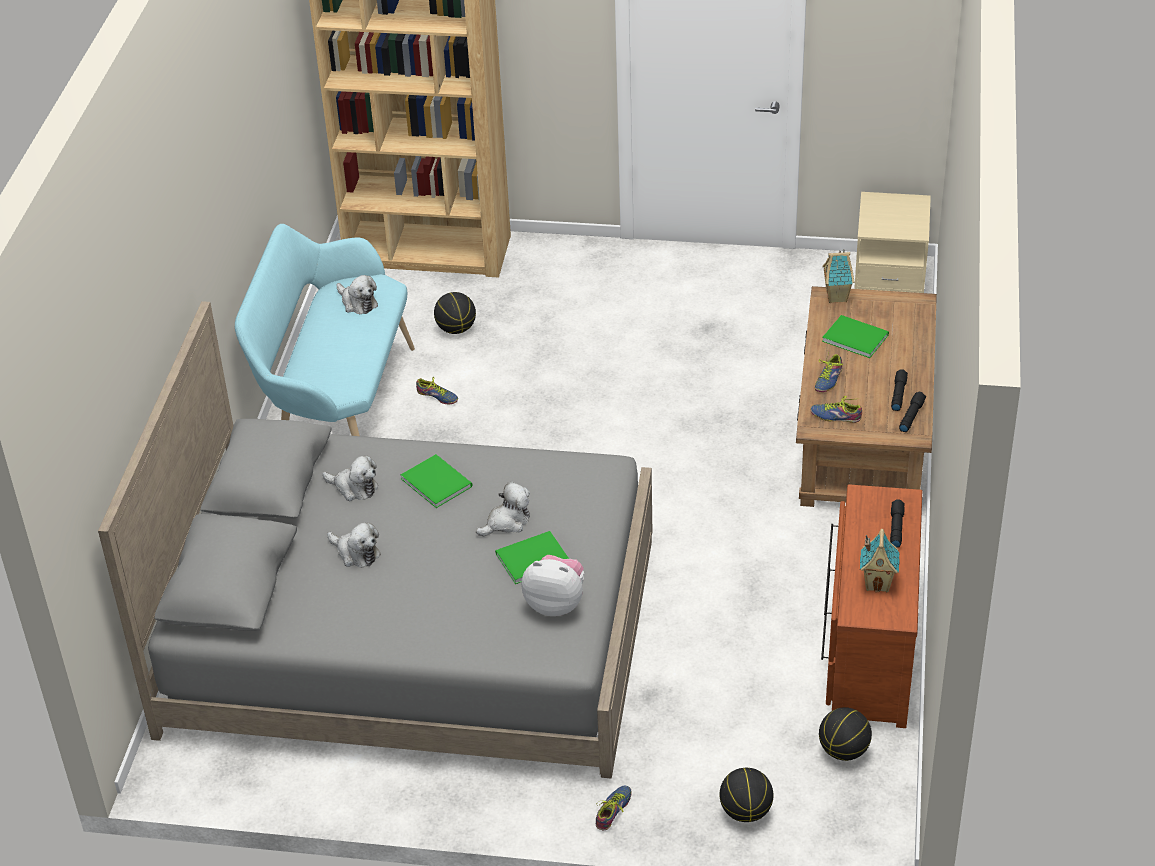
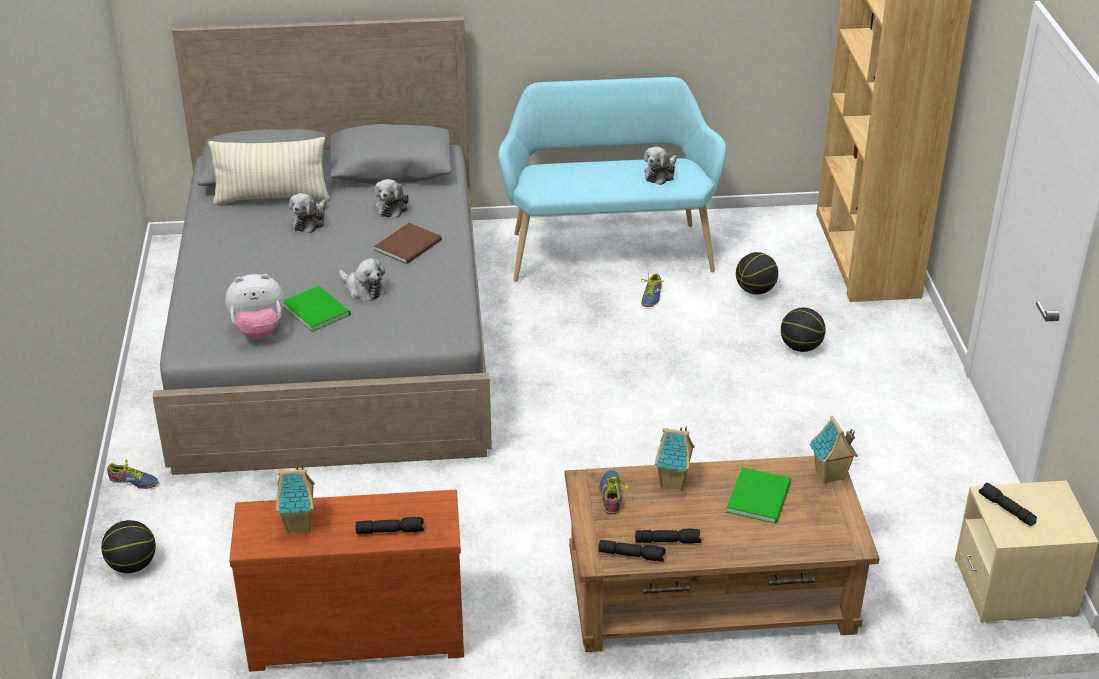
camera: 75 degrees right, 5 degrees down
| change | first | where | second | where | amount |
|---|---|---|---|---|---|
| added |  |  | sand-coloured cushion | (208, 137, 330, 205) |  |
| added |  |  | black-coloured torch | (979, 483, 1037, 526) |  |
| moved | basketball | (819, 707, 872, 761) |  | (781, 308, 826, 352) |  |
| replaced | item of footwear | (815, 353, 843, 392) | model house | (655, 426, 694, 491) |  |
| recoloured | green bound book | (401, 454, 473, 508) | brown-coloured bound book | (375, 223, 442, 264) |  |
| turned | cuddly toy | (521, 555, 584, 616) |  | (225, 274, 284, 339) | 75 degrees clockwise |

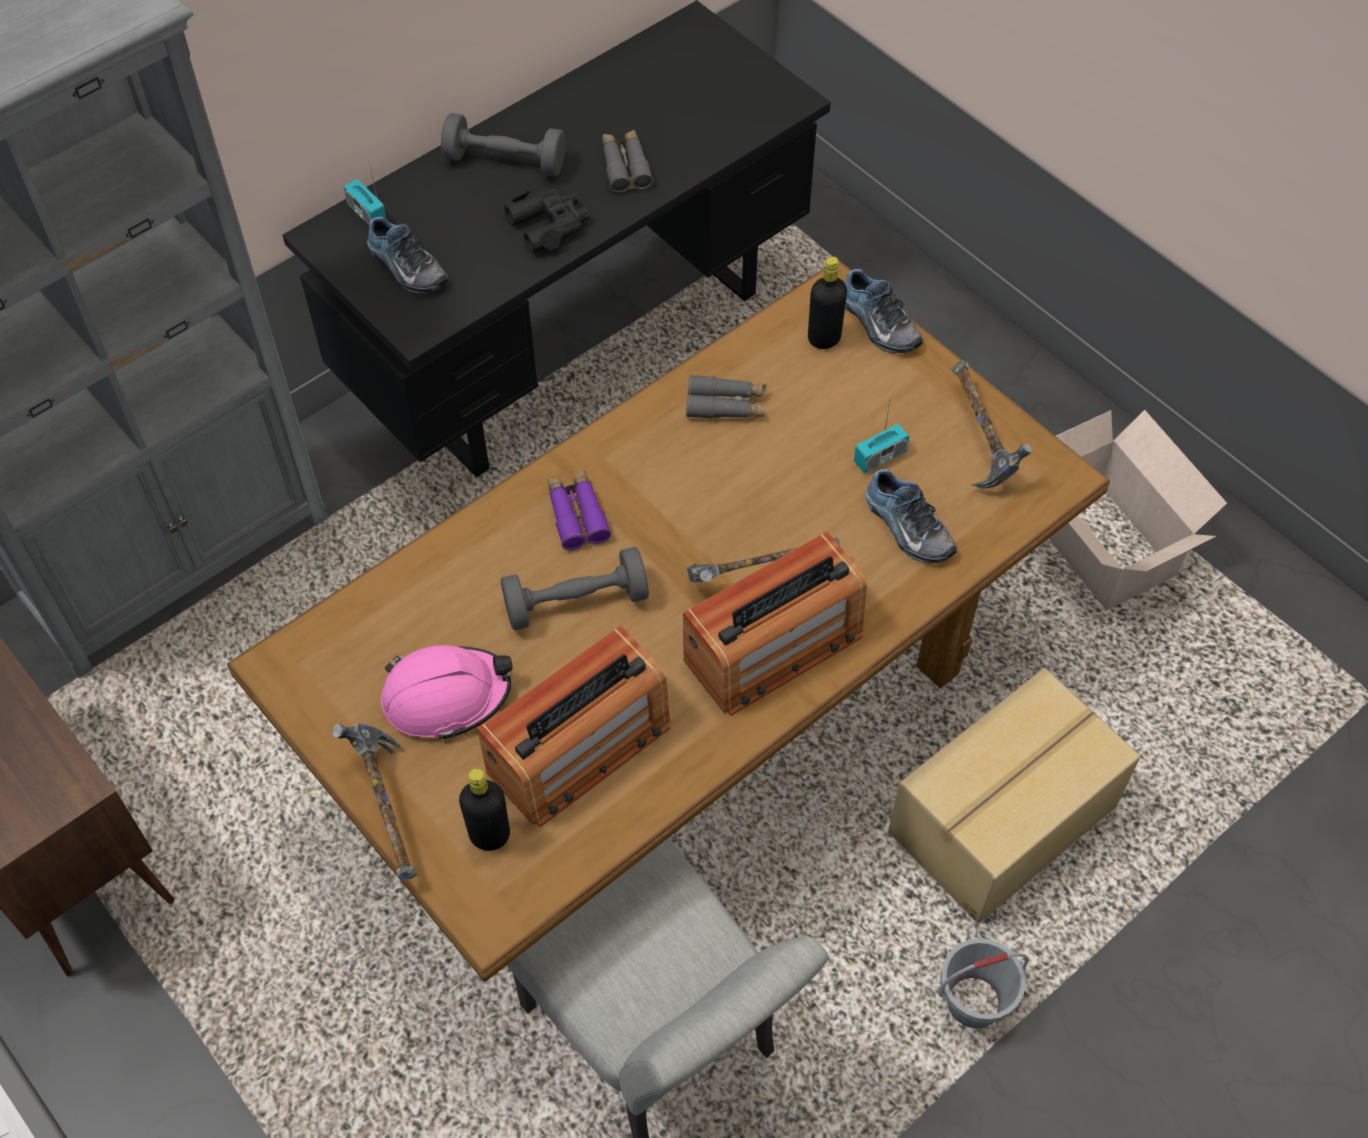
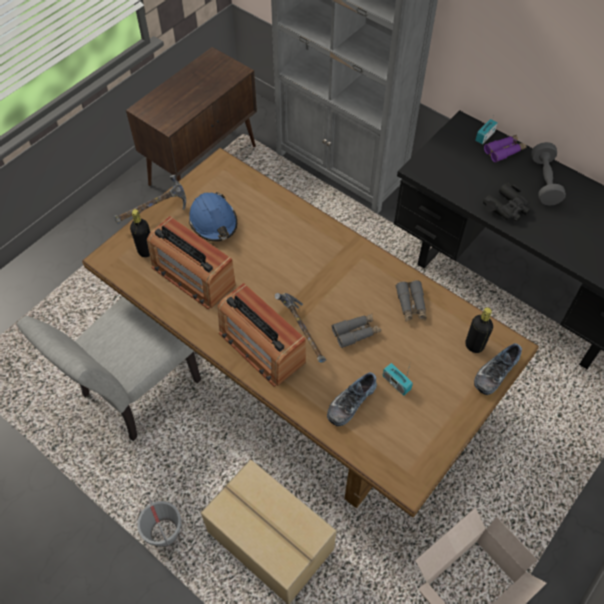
camera: 80 degrees right, 0 degrees up
| change | first | where | second | where | amount |
|---|---|---|---|---|---|
| removed | item of footwear | (367, 217, 448, 294) |  |  |  |
| removed | gray free weight | (501, 547, 649, 630) |  |  |  |
| removed | hammer | (952, 360, 1032, 488) |  |  |  |
| moved | purple-coloured field glasses | (547, 470, 611, 550) |  | (484, 135, 527, 162) |  |
| moved | gray field glasses | (602, 130, 654, 193) |  | (332, 314, 381, 348) |  |
| recoloured | pinkish work helmet | (381, 645, 513, 740) | bluish work helmet | (189, 192, 237, 242) |  |

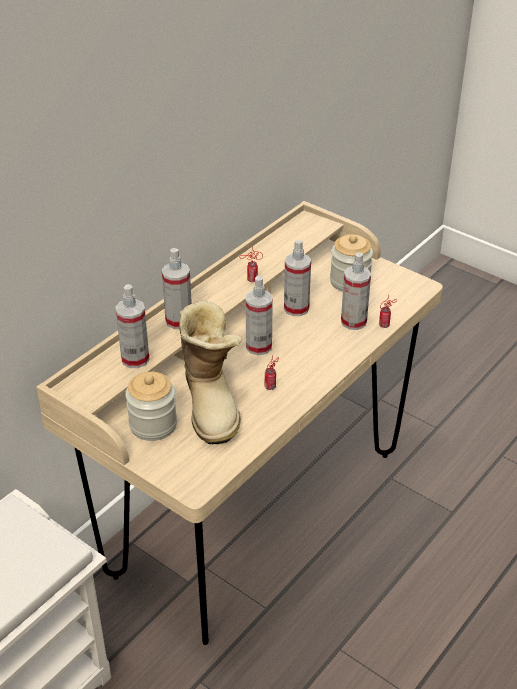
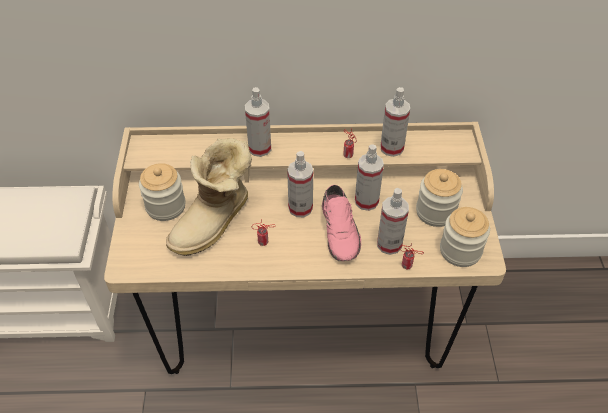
camera: 50 degrees right, 10 degrees up
| change | first | where | second | where | amount |
|---|---|---|---|---|---|
| added |  |  | pinkish item of footwear | (322, 185, 361, 261) |  |
| added |  |  | storage jar | (440, 207, 490, 267) |  |
| moved | sprayer | (115, 284, 150, 368) |  | (380, 87, 410, 157) |  |

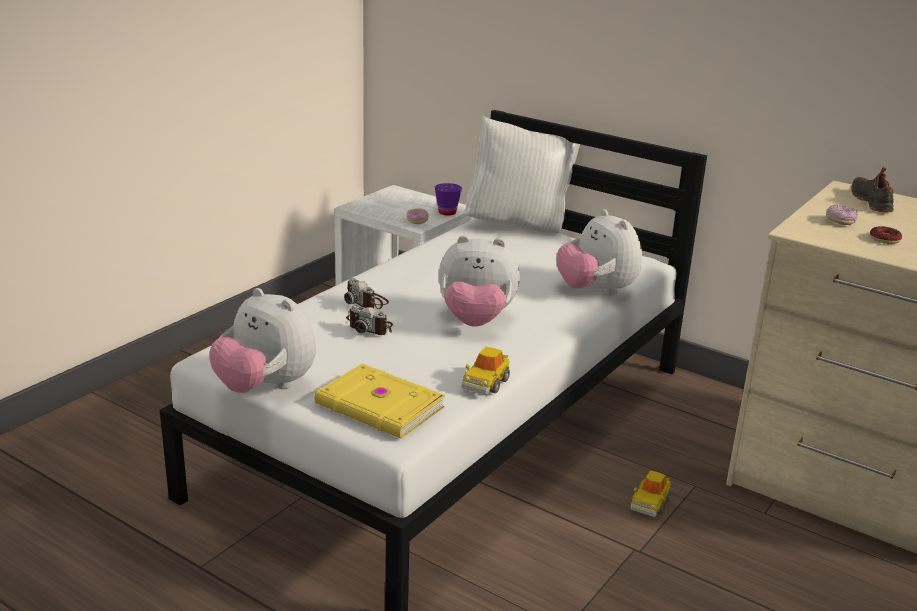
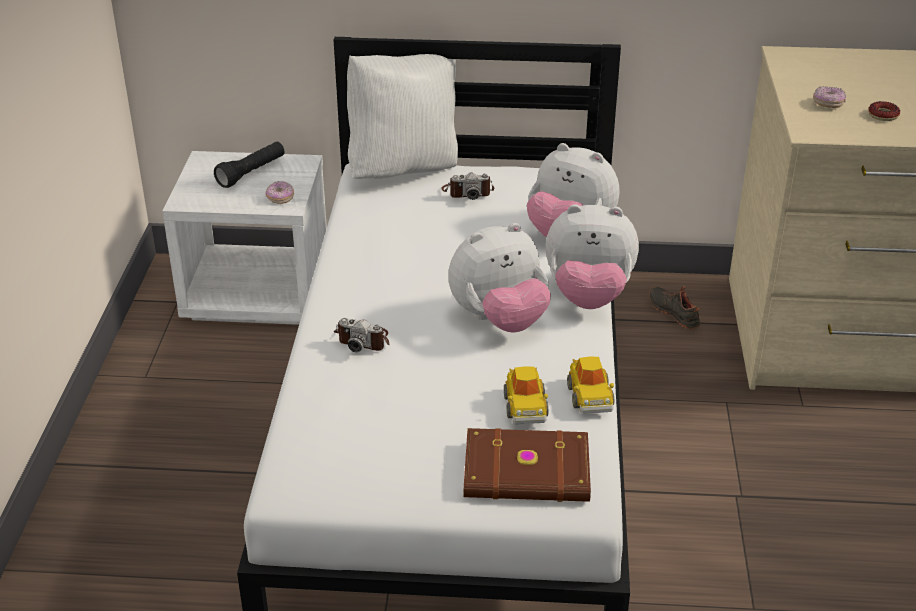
camera: 30 degrees left, 10 degrees up
| change | first | where | second | where | amount |
|---|---|---|---|---|---|
| removed | purple-coloured drinking cup | (435, 183, 462, 215) |  |  |  |
| added |  |  | black-coloured torch | (214, 142, 284, 188) |  |
| moved | cuddly toy | (209, 288, 316, 393) |  | (546, 204, 639, 309) |  |
| moved | still camera | (346, 305, 393, 335) |  | (441, 172, 494, 200) |  |
| moved | toy car | (630, 470, 671, 517) |  | (504, 366, 548, 424) |  |
| moved | black-coloured item of footwear | (851, 167, 894, 212) |  | (649, 286, 700, 329) |  |
| recoloured | yellow bound book | (314, 364, 445, 439) | brown-coloured bound book | (464, 428, 591, 502) |  |

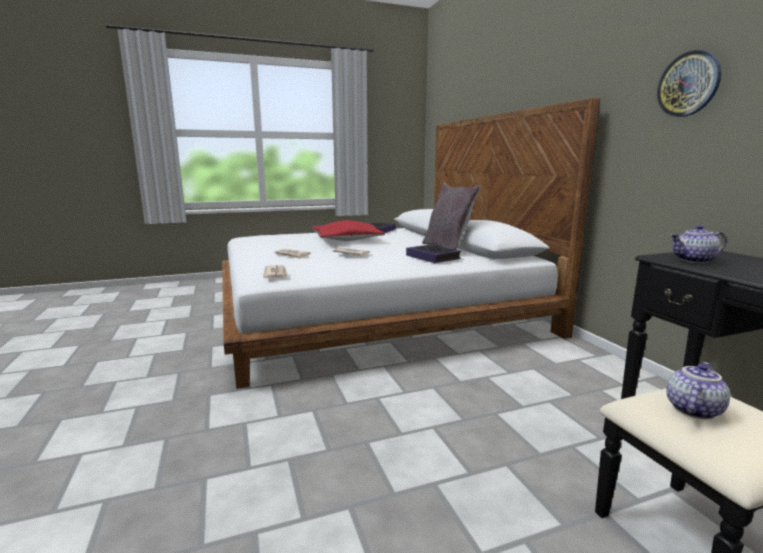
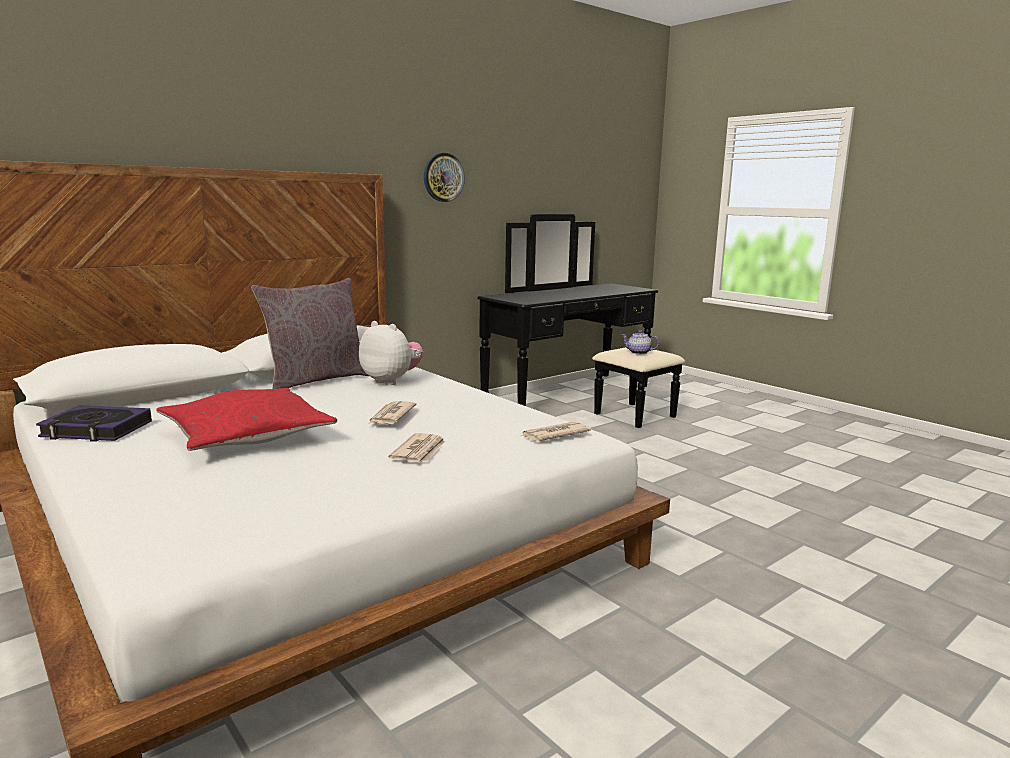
camera: 110 degrees left, 0 degrees up
| change | first | where | second | where | amount |
|---|---|---|---|---|---|
| removed | pot for tea | (670, 225, 727, 263) |  |  |  |
| replaced | bound book | (406, 244, 461, 263) | cuddly toy | (359, 321, 423, 385) |  |

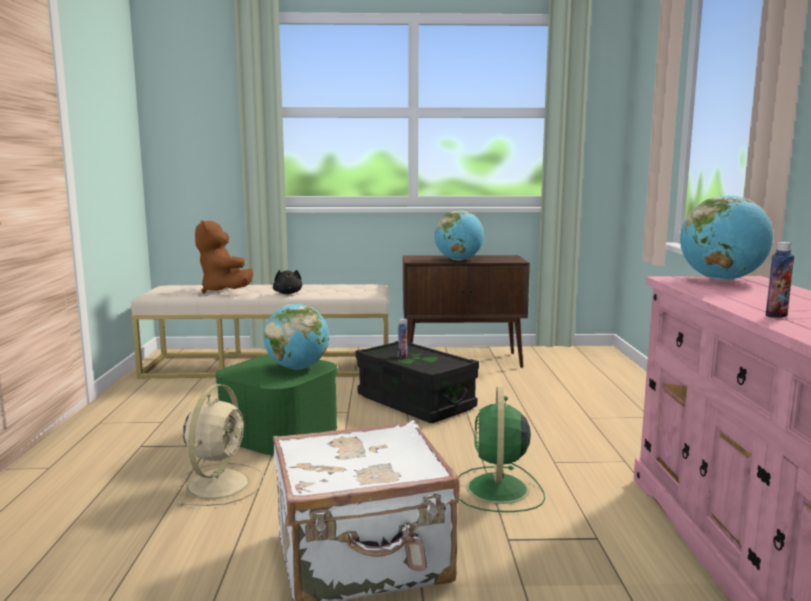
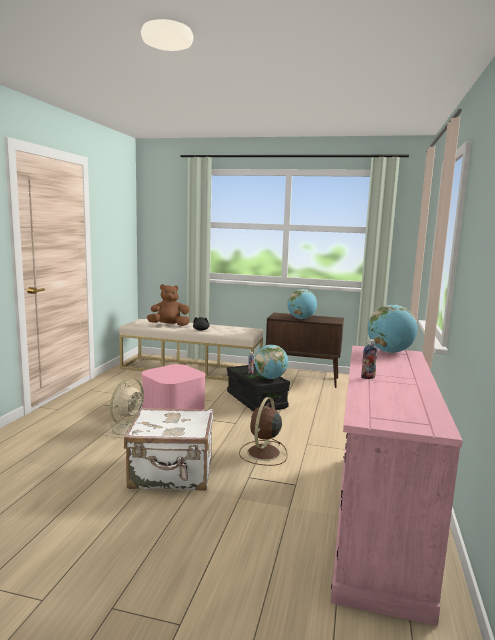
camera: 15 degrees right, 0 degrees up
| change | first | where | second | where | amount |
|---|---|---|---|---|---|
| moved | desk globe | (263, 304, 329, 369) |  | (255, 345, 288, 379) |  |
| recoloured | green storage box | (215, 354, 337, 455) | pinkish storage box | (142, 364, 206, 409) |  |
| recoloured | green cooling fan | (458, 387, 545, 512) | brown-coloured cooling fan | (239, 397, 287, 466) |  |
| turned | brown-coloured cuddly toy | (195, 220, 253, 294) |  | (147, 284, 190, 326) | 90 degrees clockwise |

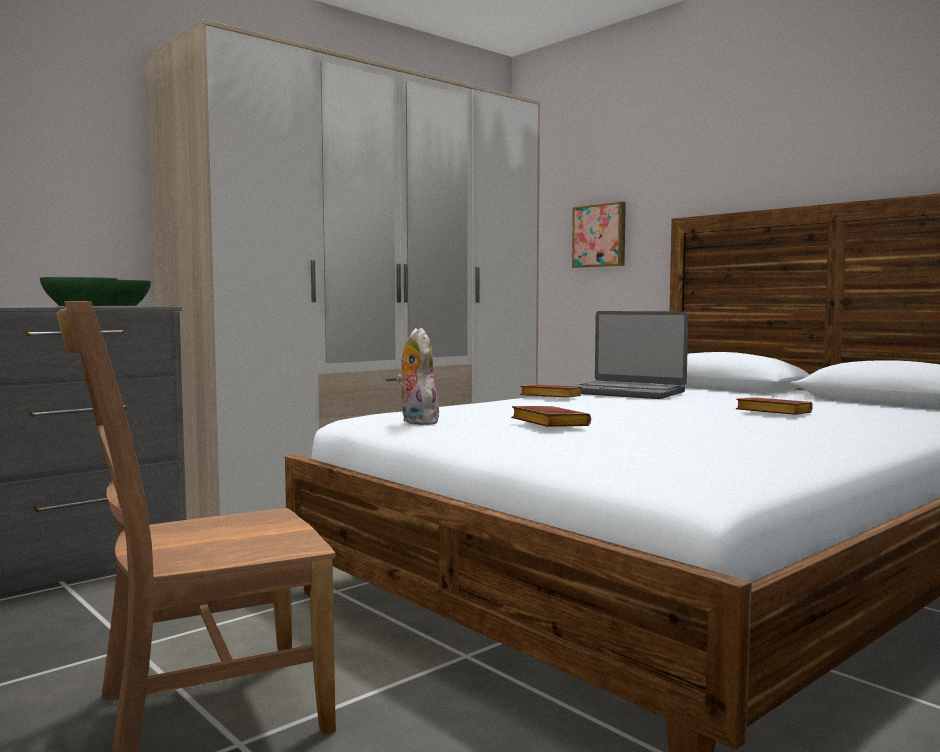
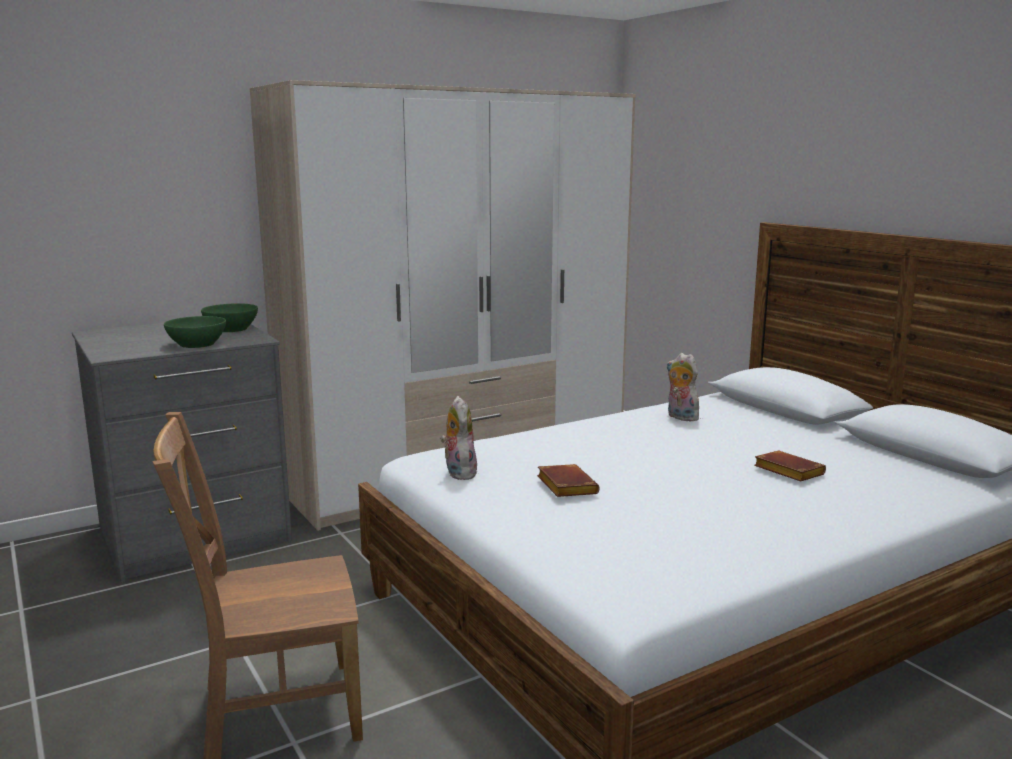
camera: 10 degrees right, 10 degrees up
| change | first | where | second | where | amount |
|---|---|---|---|---|---|
| removed | brown-coloured bound book | (520, 384, 582, 398) |  |  |  |
| removed | wall art | (572, 201, 626, 268) |  |  |  |
| replaced | laptop | (573, 311, 688, 399) | cuddly toy | (667, 353, 703, 421) |  |

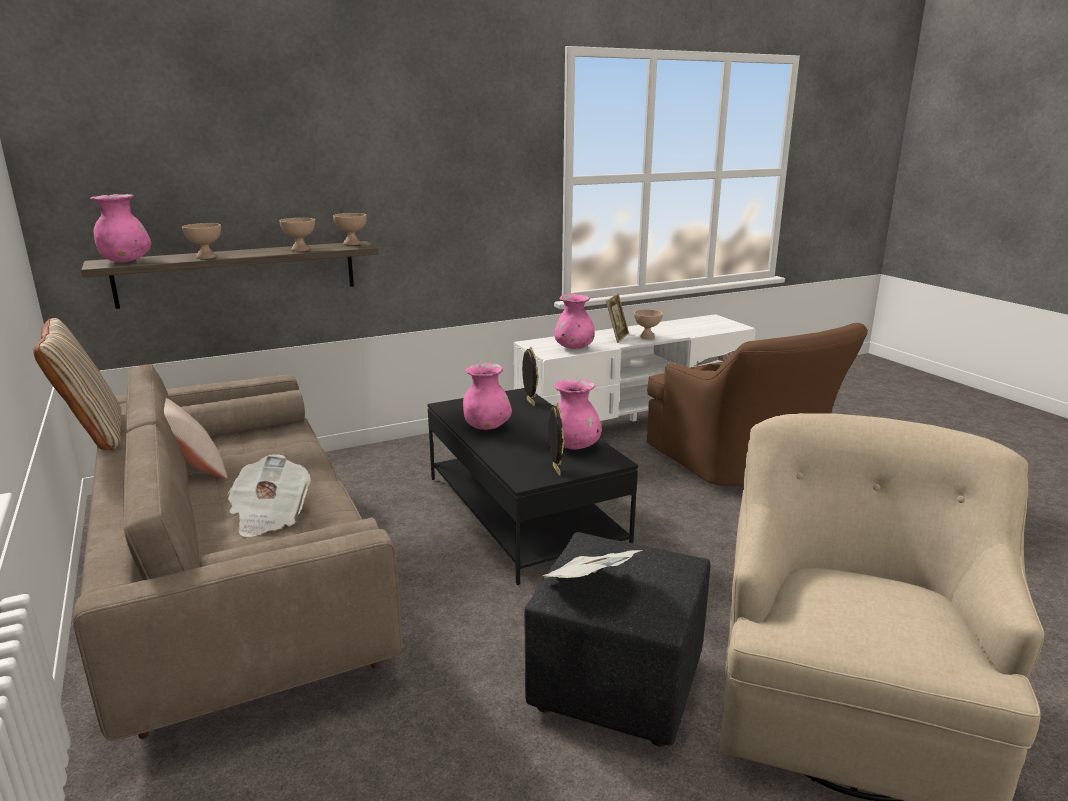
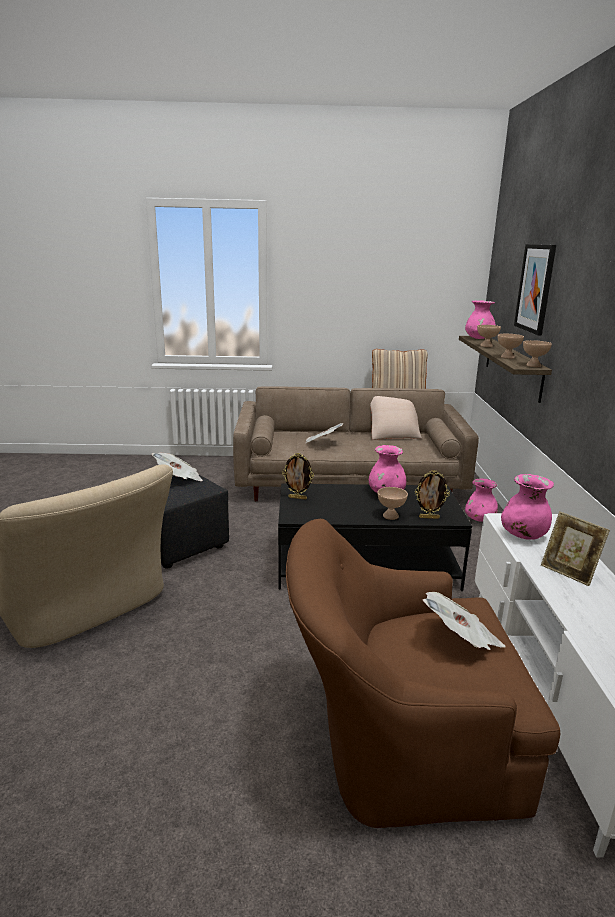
camera: 115 degrees right, 0 degrees up
| change | first | where | second | where | amount |
|---|---|---|---|---|---|
| added |  |  | wall art | (514, 244, 556, 335) |  |
| moved | pinkish vase | (555, 379, 602, 450) |  | (465, 478, 498, 522) |  |
| moved | sand-coloured deep dish | (634, 309, 663, 339) |  | (378, 487, 408, 520) |  |

